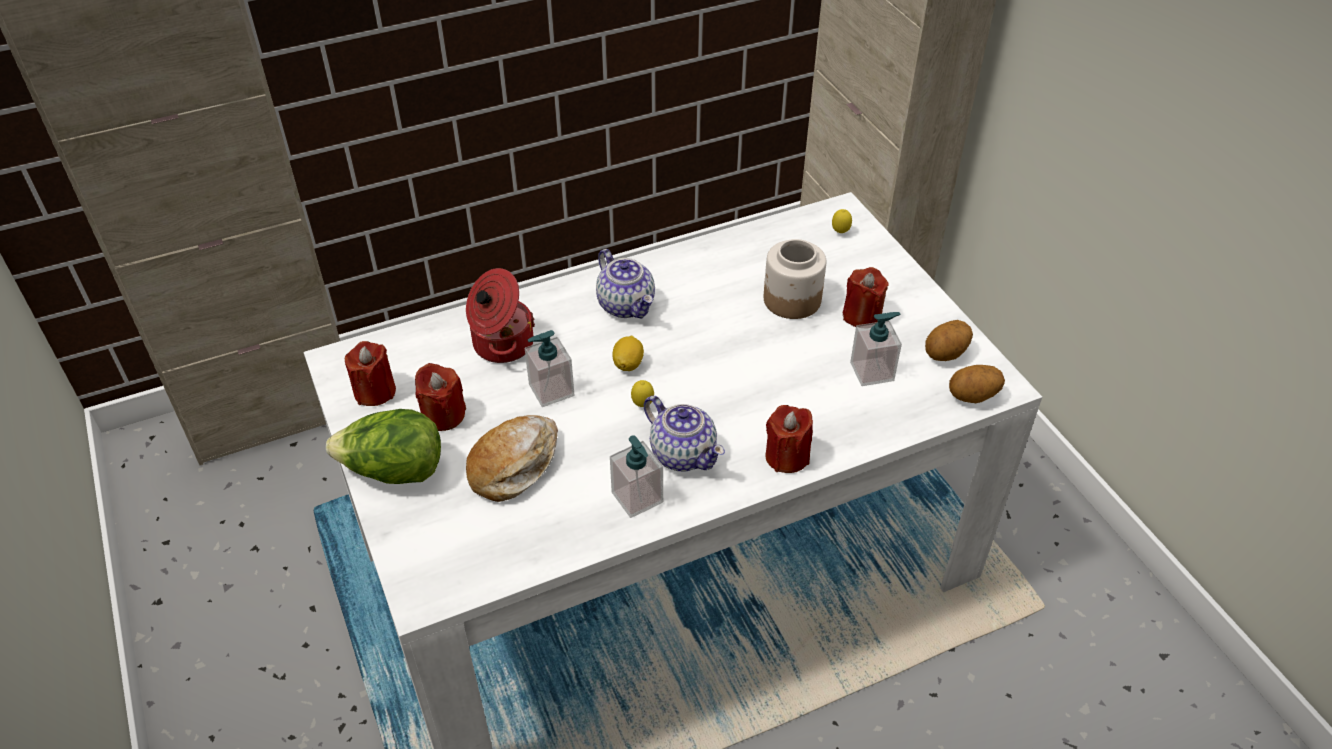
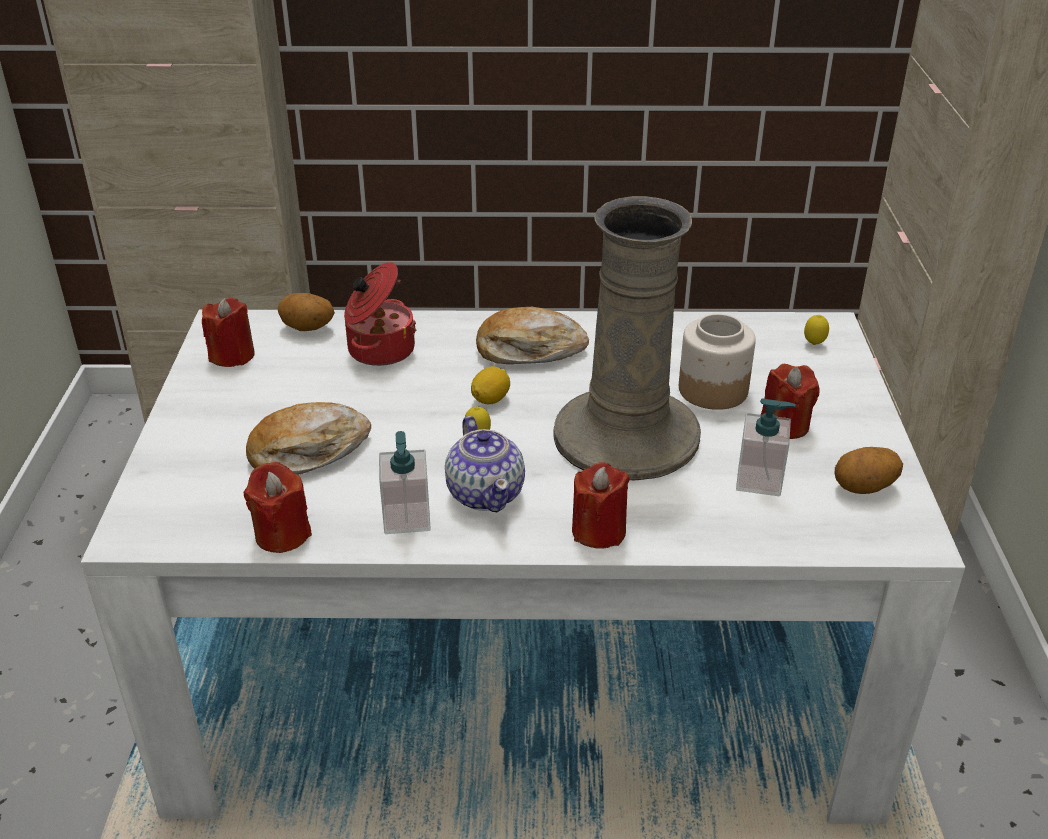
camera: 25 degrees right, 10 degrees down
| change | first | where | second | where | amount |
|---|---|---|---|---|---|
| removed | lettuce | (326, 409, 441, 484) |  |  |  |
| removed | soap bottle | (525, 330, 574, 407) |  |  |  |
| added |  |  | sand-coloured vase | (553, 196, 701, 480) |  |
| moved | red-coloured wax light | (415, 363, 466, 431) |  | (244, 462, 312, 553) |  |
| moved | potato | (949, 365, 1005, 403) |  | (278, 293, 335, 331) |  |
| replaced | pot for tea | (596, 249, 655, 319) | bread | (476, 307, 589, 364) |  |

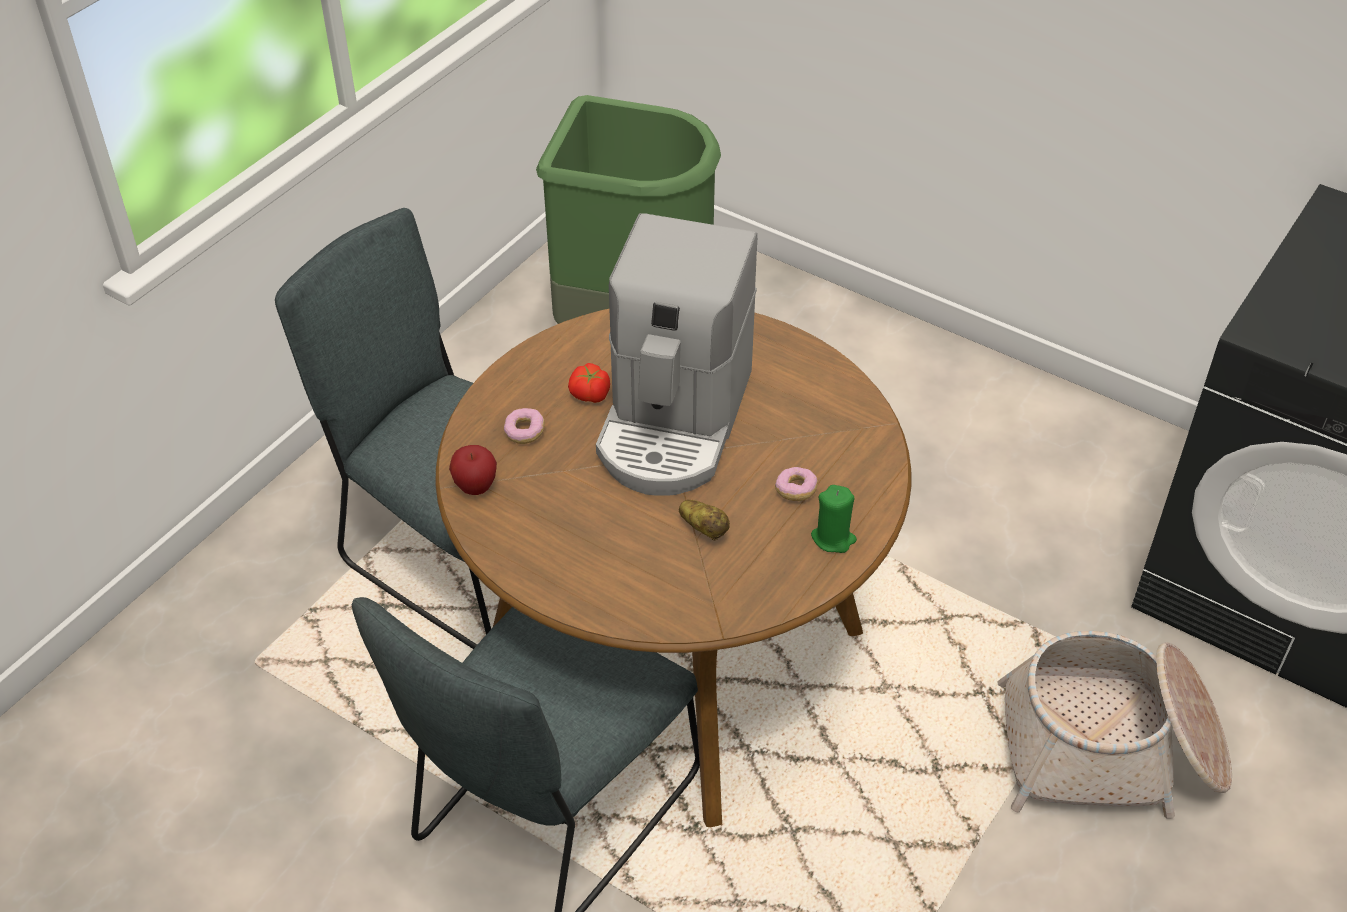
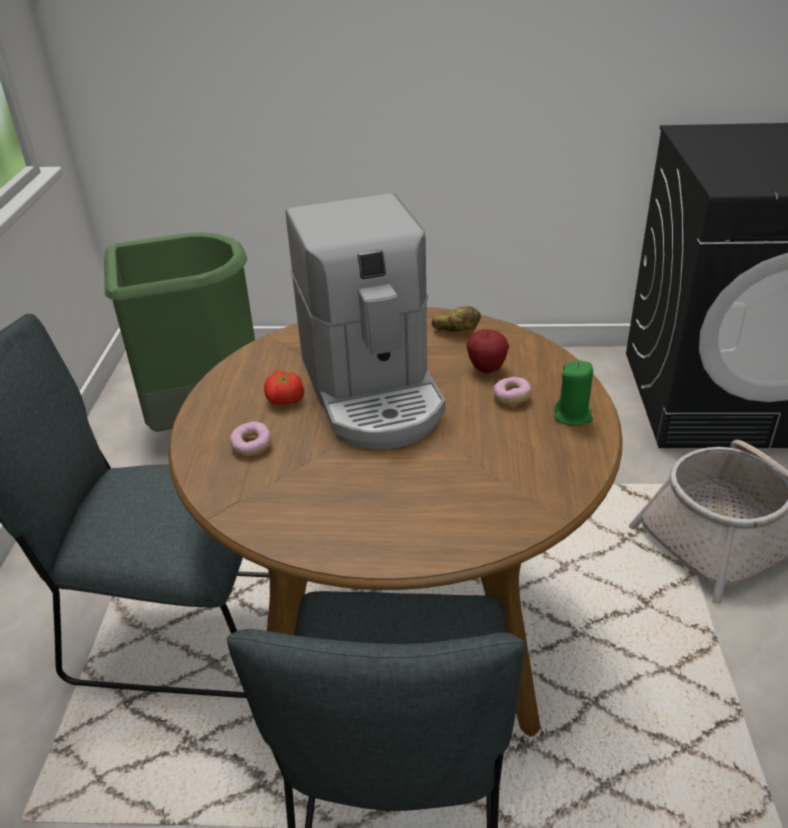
camera: 30 degrees left, 10 degrees down
| change | first | where | second | where | amount |
|---|---|---|---|---|---|
| moved | whole apple | (449, 445, 497, 495) |  | (466, 329, 509, 373) |  |
| moved | potato | (679, 500, 730, 541) |  | (432, 306, 481, 332) |  |

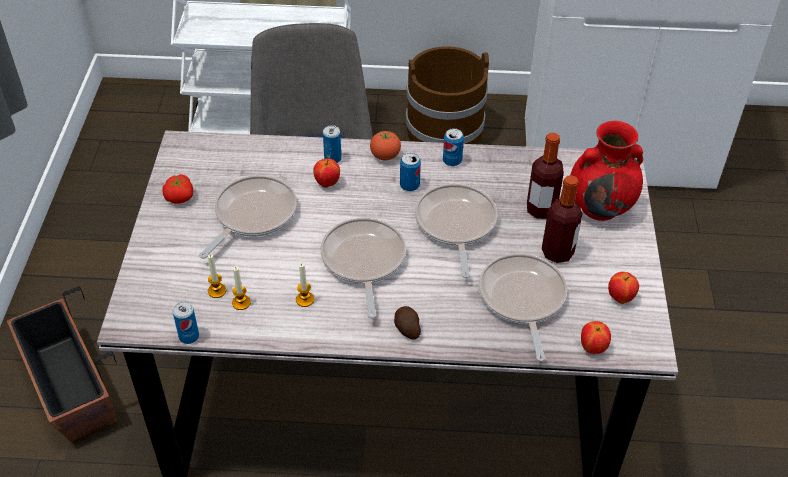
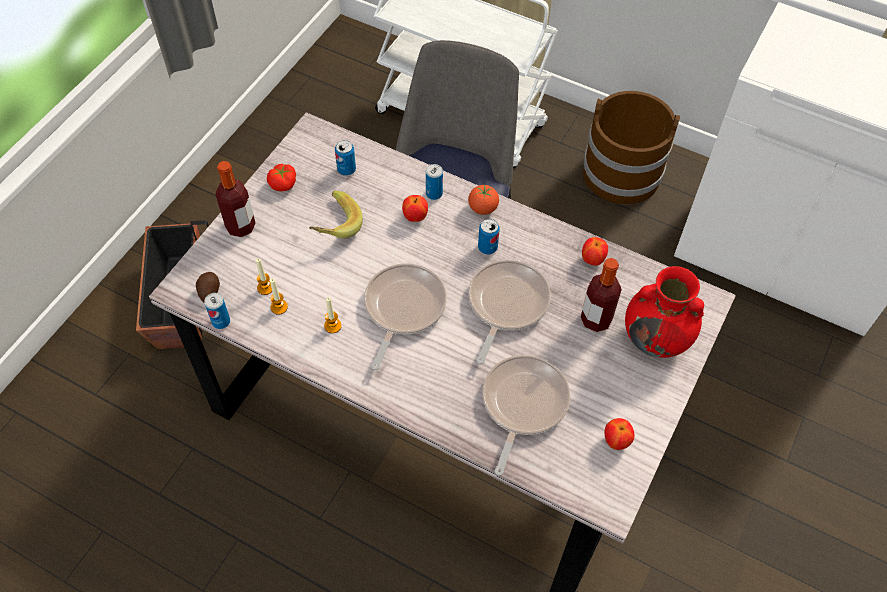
camera: 25 degrees right, 10 degrees up
| change | first | where | second | where | amount |
|---|---|---|---|---|---|
| moved | potato | (394, 306, 421, 339) |  | (196, 272, 220, 302) |  |
| moved | sealed can | (443, 128, 464, 166) |  | (335, 140, 356, 176) |  |
| moved | drink bottle | (542, 175, 582, 263) |  | (215, 161, 256, 237) |  |
| moved | whole apple | (581, 321, 611, 354) |  | (582, 237, 608, 266) |  |
| replaced | pan | (199, 175, 297, 259) | whole banana | (309, 191, 363, 239) |  |

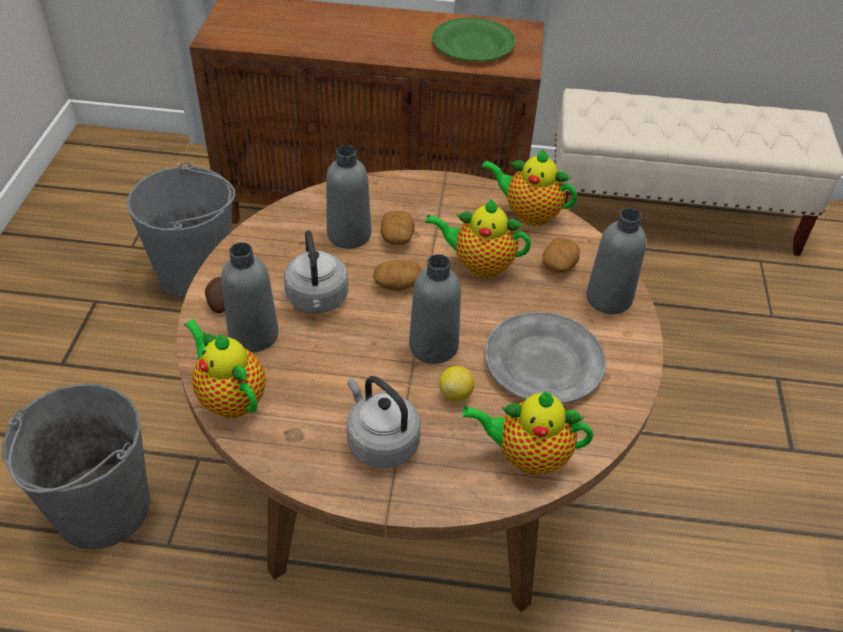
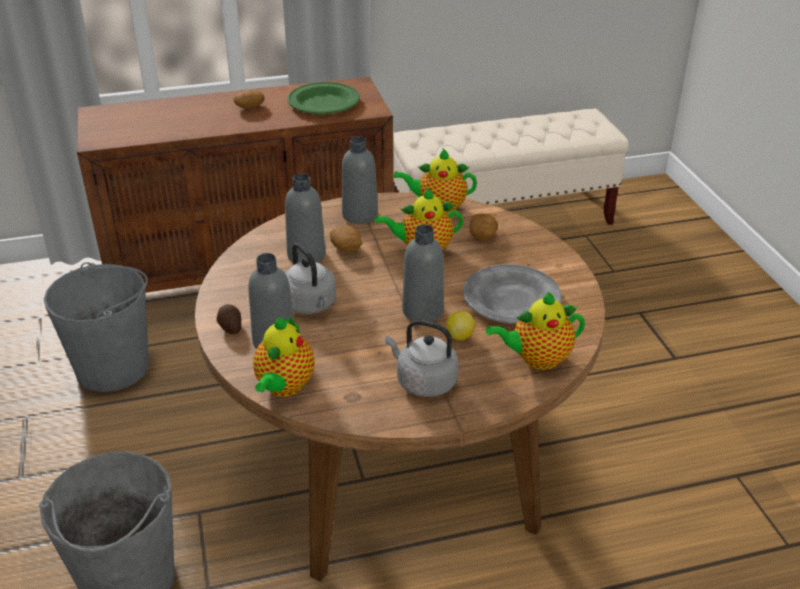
camera: 20 degrees left, 10 degrees down
| change | first | where | second | where | amount |
|---|---|---|---|---|---|
| moved | potato | (373, 260, 421, 291) |  | (233, 90, 264, 109) |  |
| moved | gray drink bottle | (586, 208, 646, 314) |  | (342, 136, 378, 224) |  |
| turned | pot for tea | (184, 319, 266, 418) |  | (253, 317, 315, 397) | 105 degrees counterclockwise |

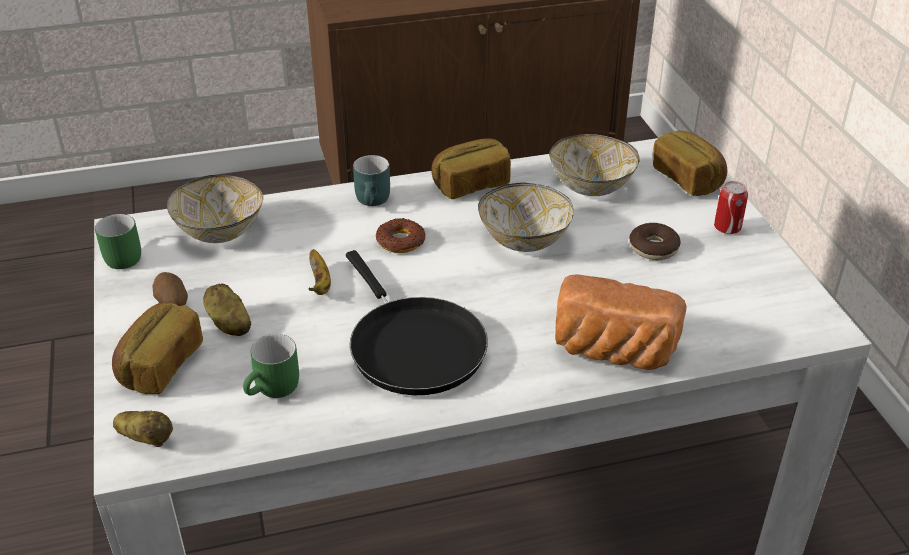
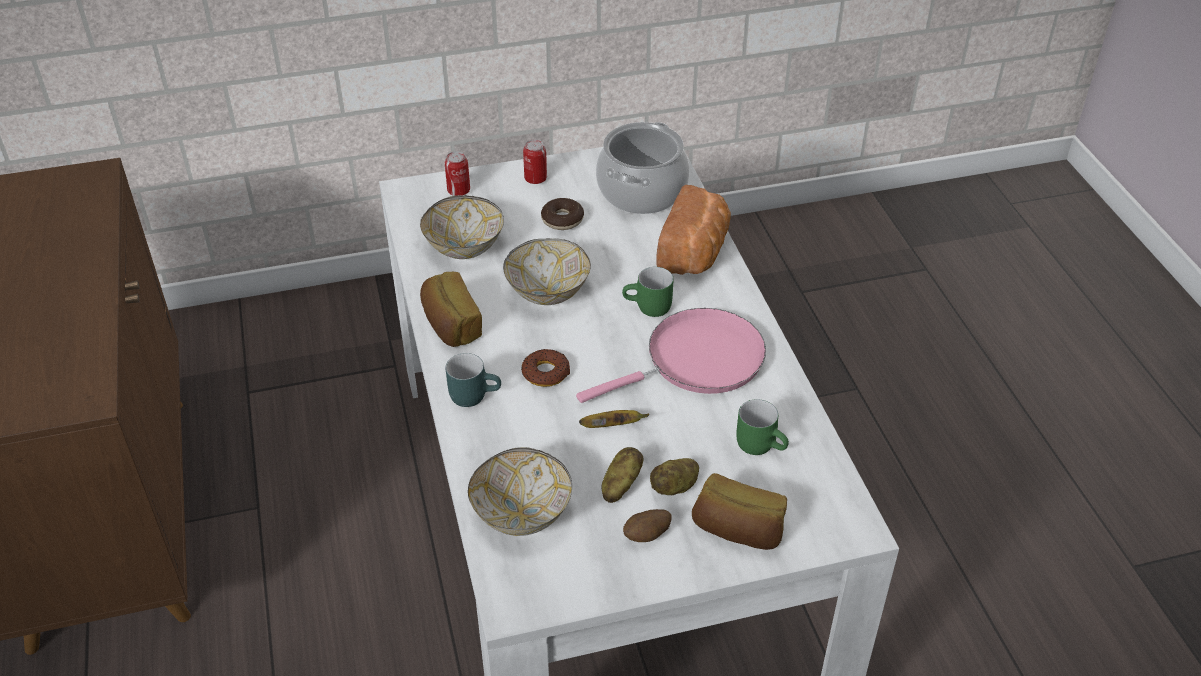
camera: 90 degrees left, 5 degrees up
| change | first | where | second | where | amount |
|---|---|---|---|---|---|
| added |  |  | cooking pot | (596, 122, 690, 214) |  |
| moved | green coffee mug | (95, 214, 141, 269) |  | (622, 267, 674, 317) |  |
| moved | potato | (113, 410, 173, 447) |  | (601, 447, 644, 503) |  |
| replaced | bread | (653, 131, 727, 196) | sealed can | (445, 151, 470, 196) |  |
| recoloured | black-coloured pan | (346, 250, 488, 395) | pinkish pan | (576, 308, 766, 403) |  |

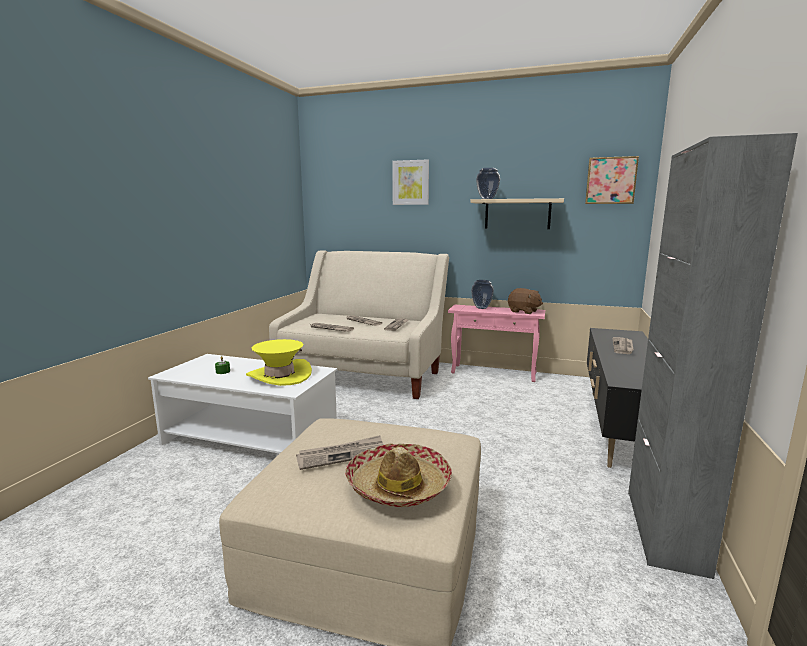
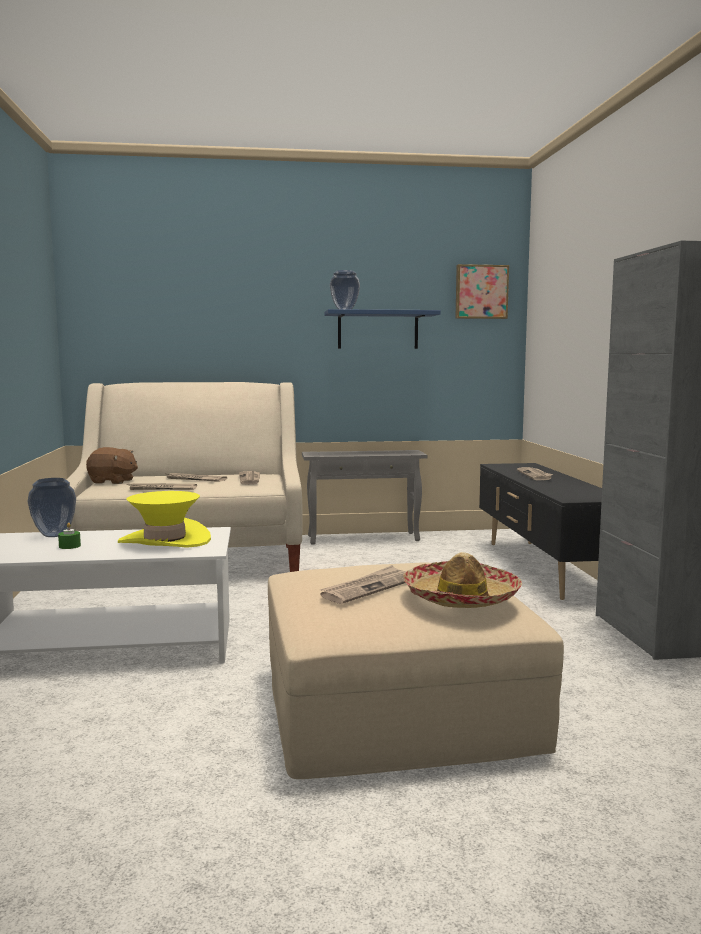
camera: 25 degrees left, 5 degrees down
| change | first | where | second | where | amount |
|---|---|---|---|---|---|
| removed | wall art | (392, 159, 429, 205) |  |  |  |
| moved | vase | (471, 280, 494, 309) |  | (27, 478, 76, 537) |  |
| moved | brown-coloured cuddly toy | (508, 288, 543, 314) |  | (86, 447, 138, 484) |  |
| recoloured | pinkish end table | (448, 305, 545, 382) | gray end table | (302, 450, 427, 545) |  |
| recoloured | sand-coloured shelf | (471, 198, 564, 229) | bluish shelf | (324, 309, 441, 349) |  |

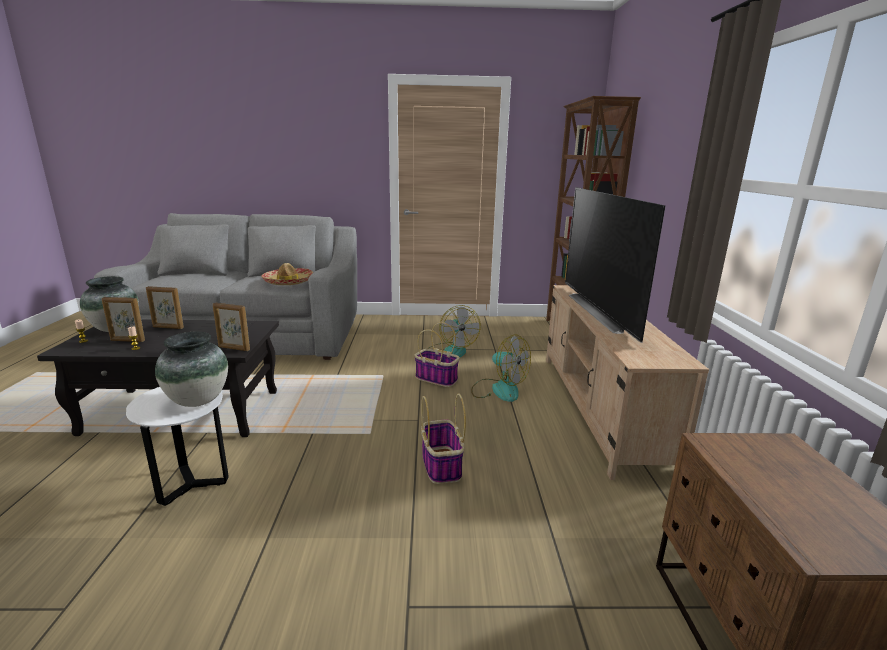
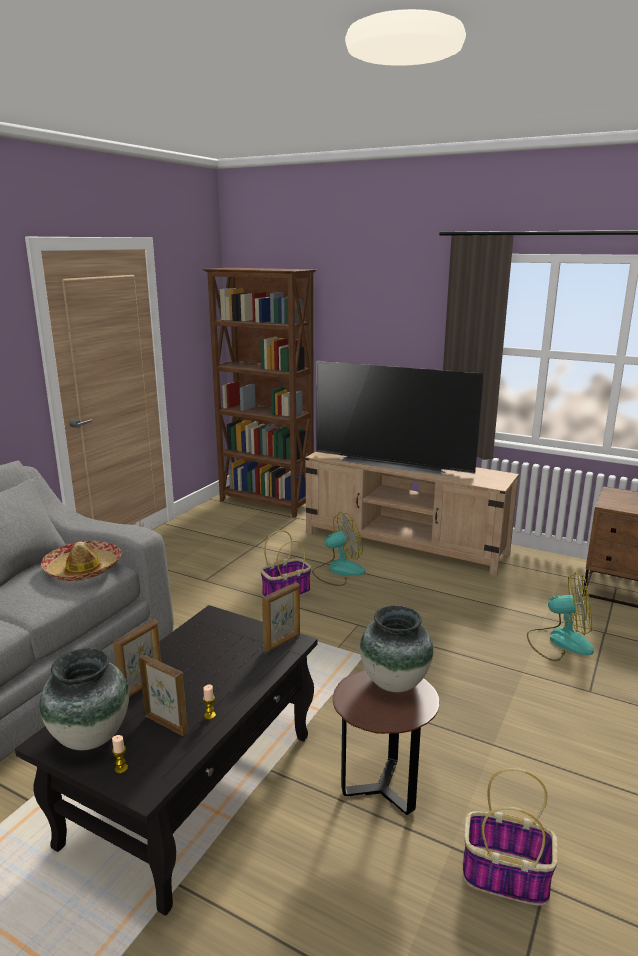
camera: 60 degrees left, 0 degrees up
| change | first | where | second | where | amount |
|---|---|---|---|---|---|
| moved | storage basket | (421, 393, 466, 484) |  | (463, 768, 558, 905) |  |
| moved | cooling fan | (428, 305, 481, 357) |  | (527, 572, 594, 661) |  |
| recoloured | white-coloured end table | (126, 387, 229, 506) | brown-coloured end table | (333, 670, 440, 815) |  |
| turned | picture frame | (101, 297, 145, 342) |  | (139, 655, 188, 736) | 90 degrees counterclockwise |

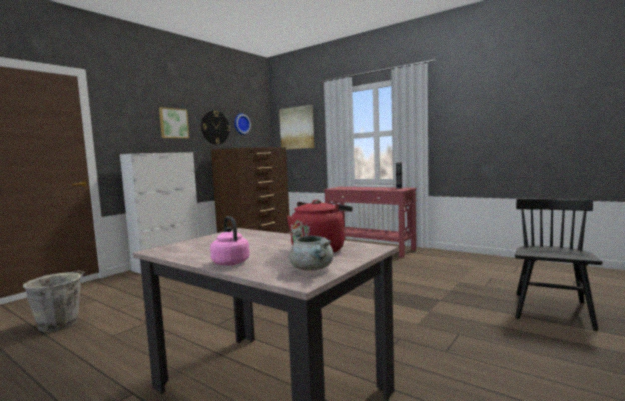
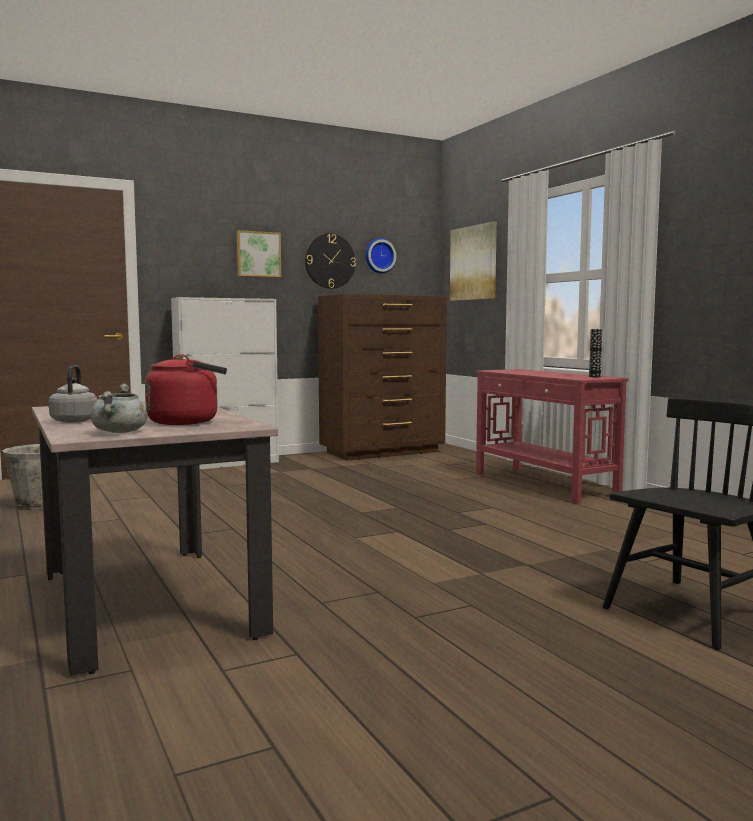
camera: 25 degrees right, 0 degrees up
| change | first | where | second | where | amount |
|---|---|---|---|---|---|
| recoloured | pinkish kettle | (210, 216, 249, 266) | gray kettle | (49, 365, 97, 423) |  |

